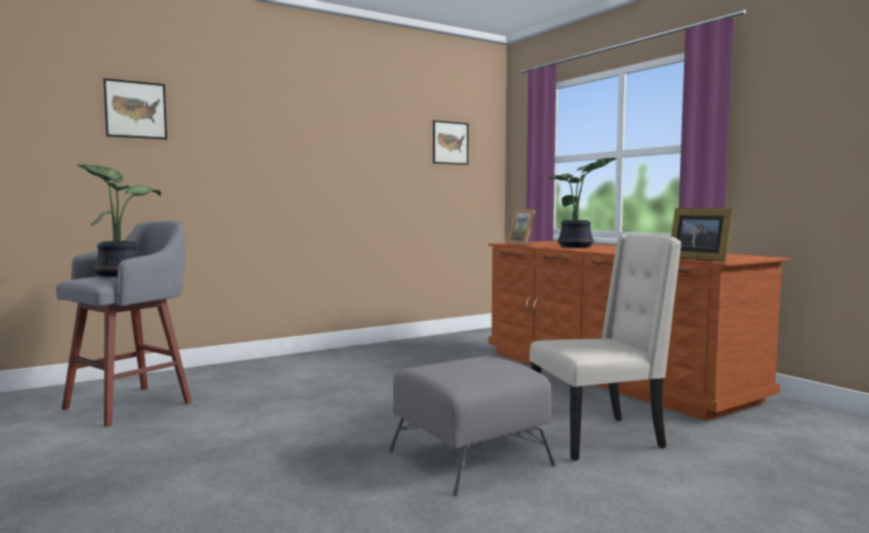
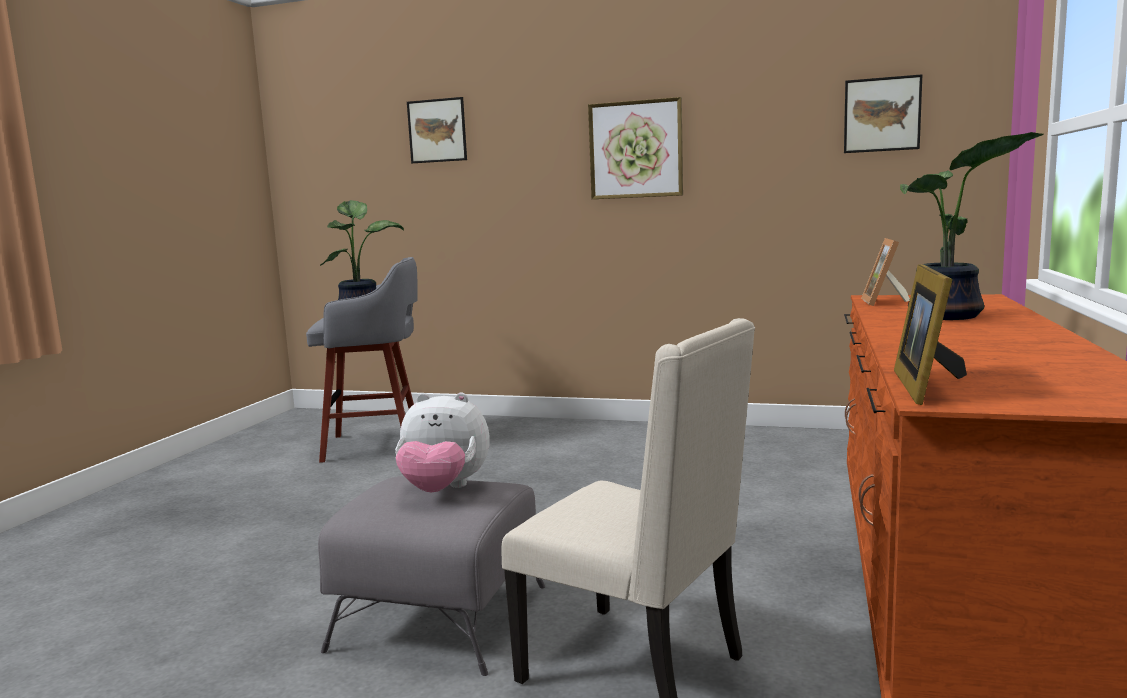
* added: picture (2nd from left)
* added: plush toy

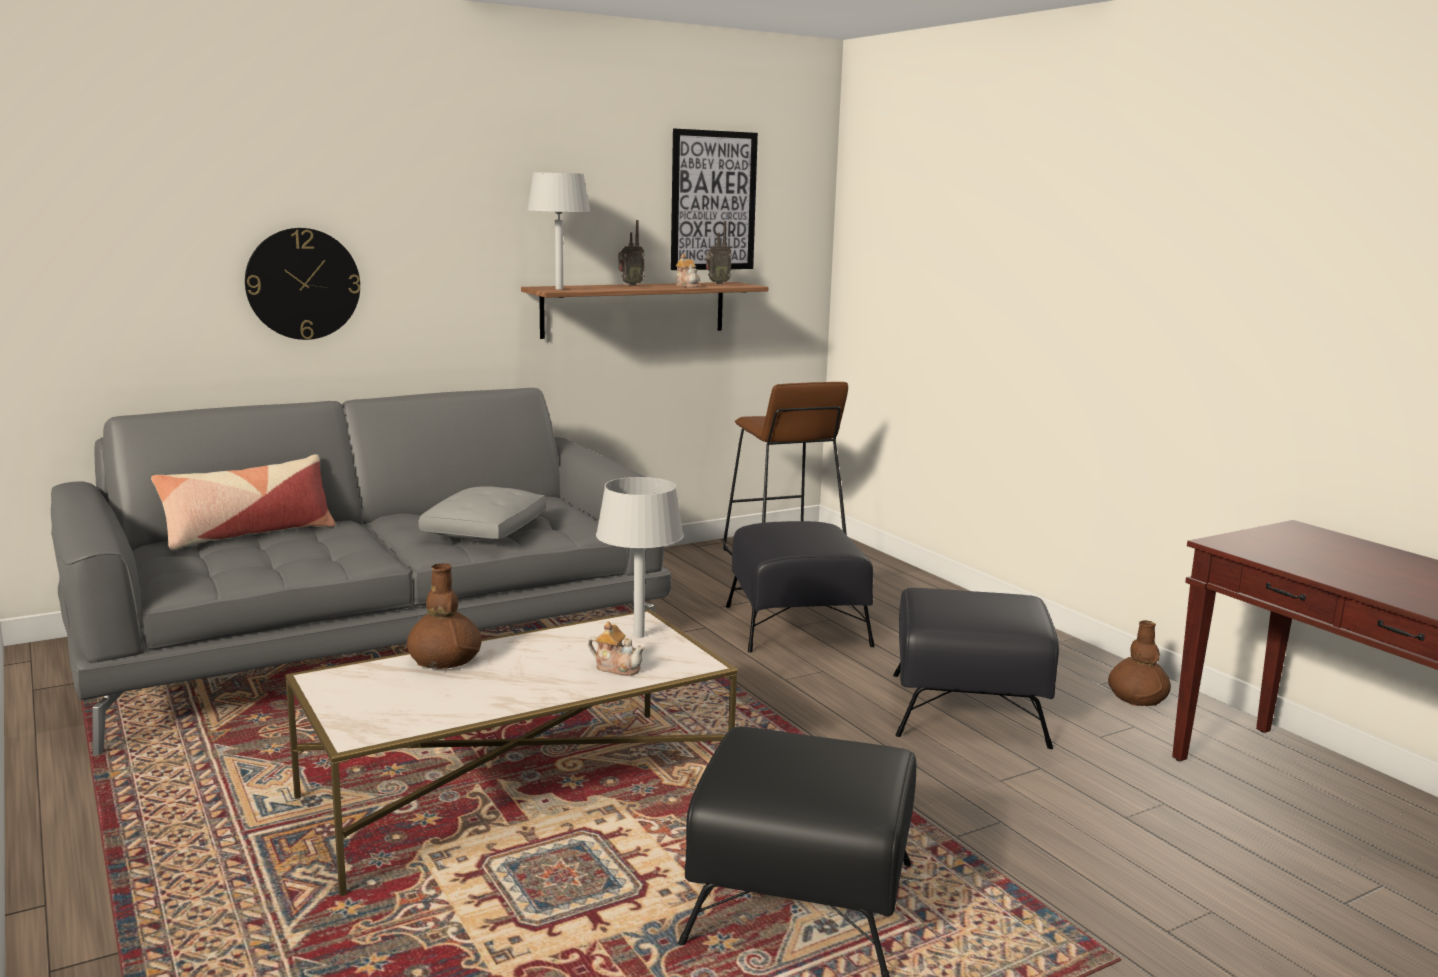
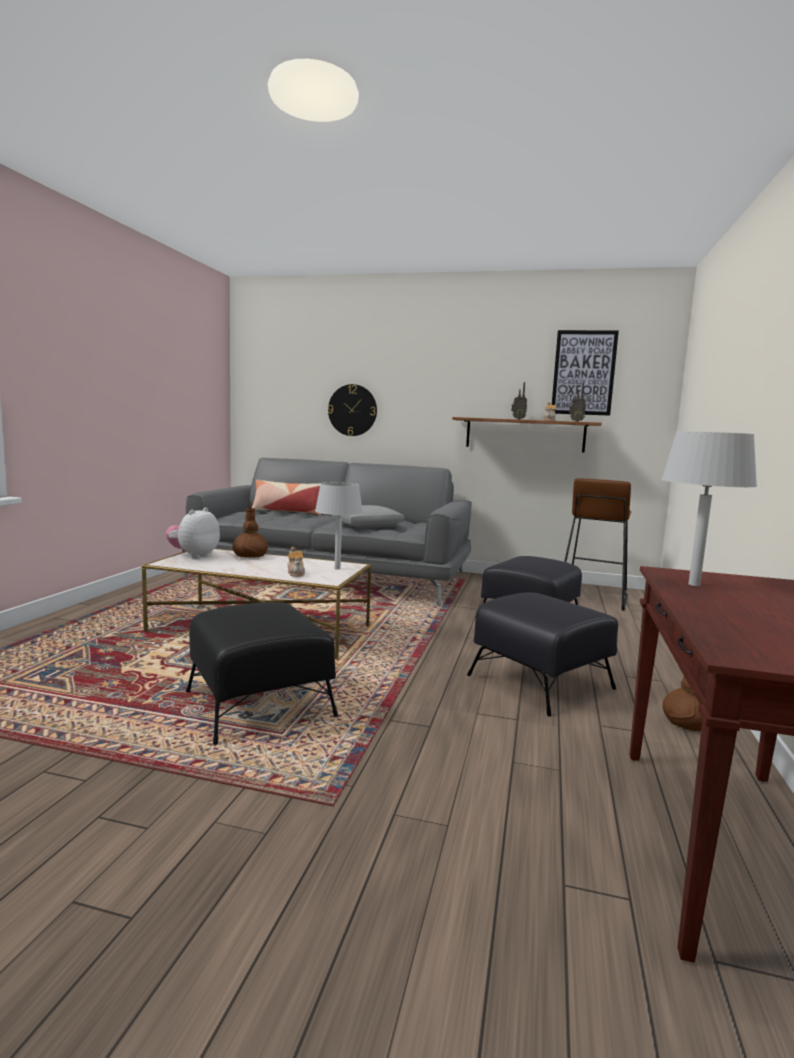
* moved: grey table lamp (1st from left in the first image) to grey table lamp (2nd from left)
* added: plush toy

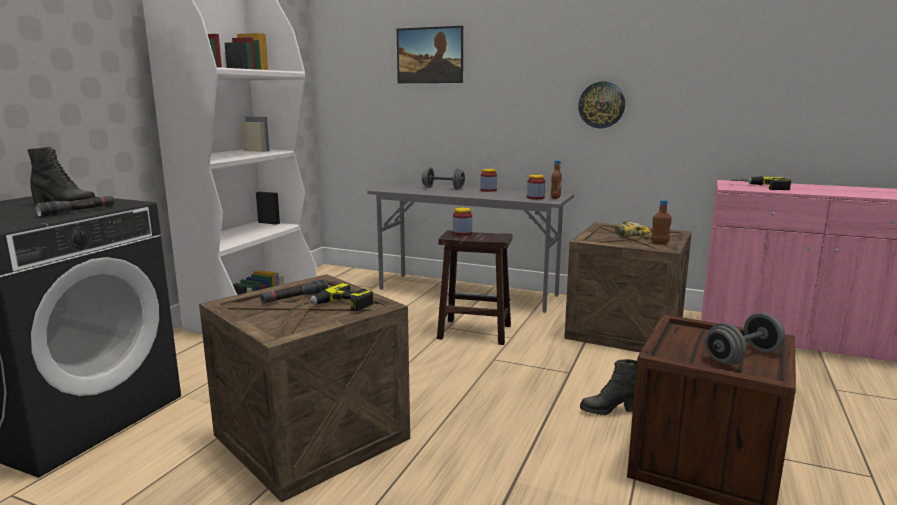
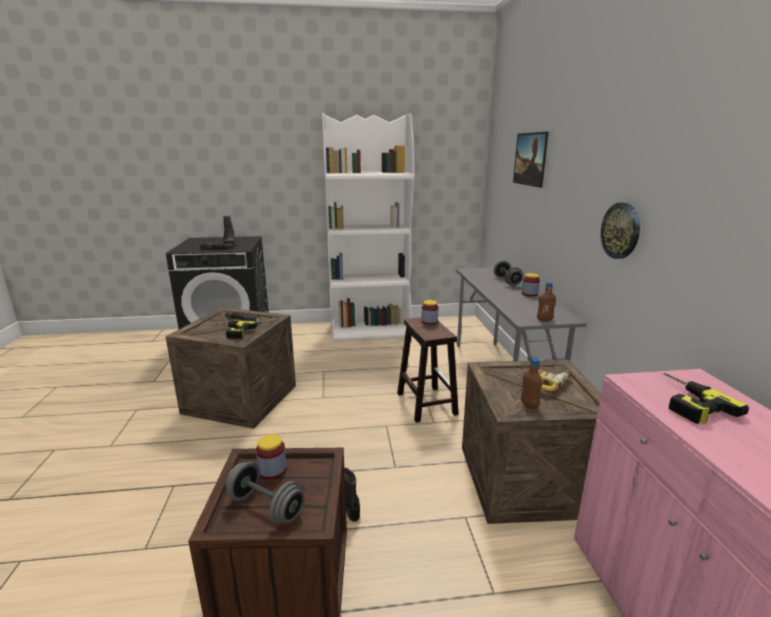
* moved: jar (3rd from left in the first image) to jar (1st from left)

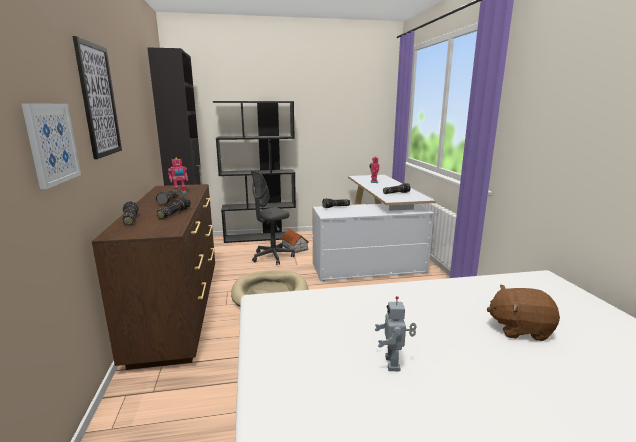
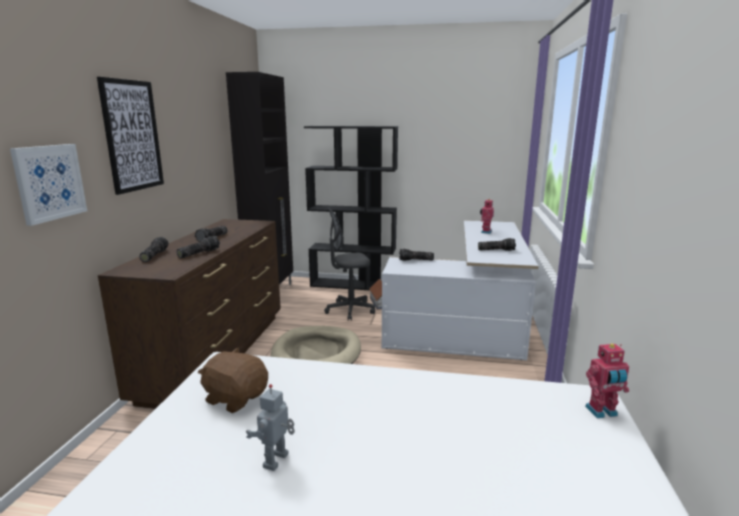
* moved: toy robot (1st from left in the first image) to toy robot (3rd from left)
* moved: brown plush toy

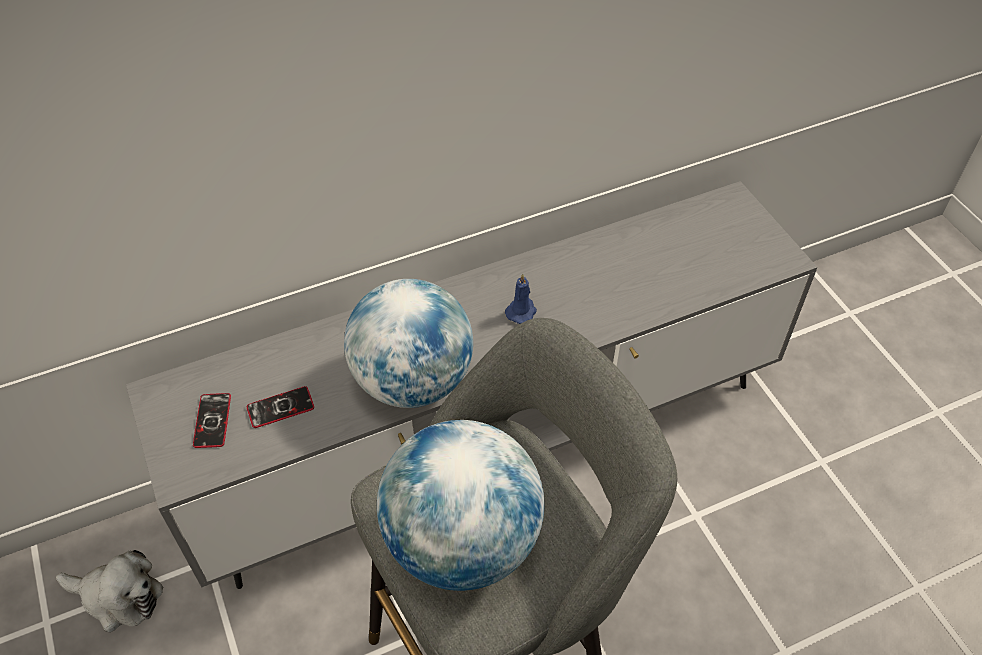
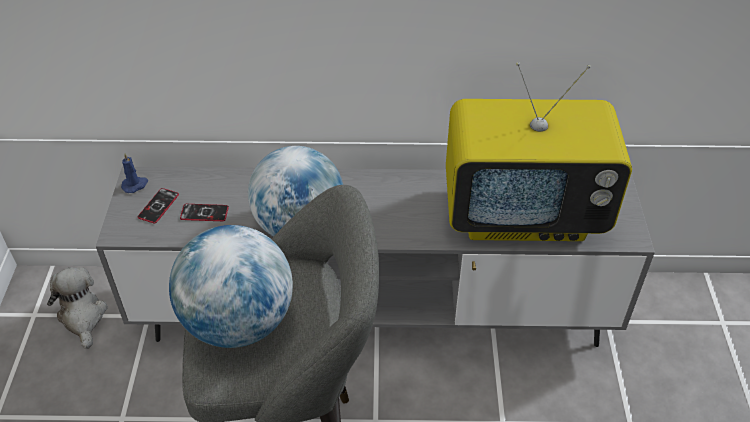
* moved: blue candle
* turned: plush toy 150 degrees counterclockwise
* added: television

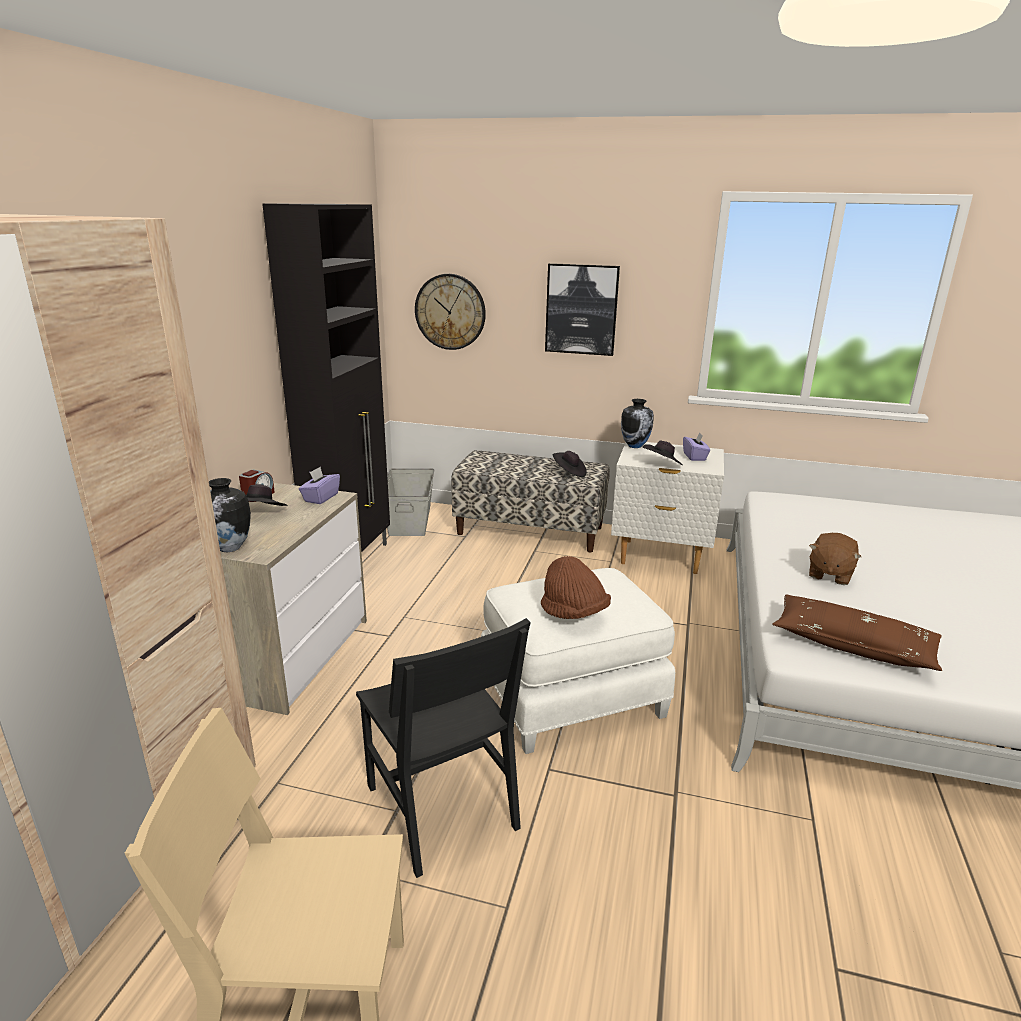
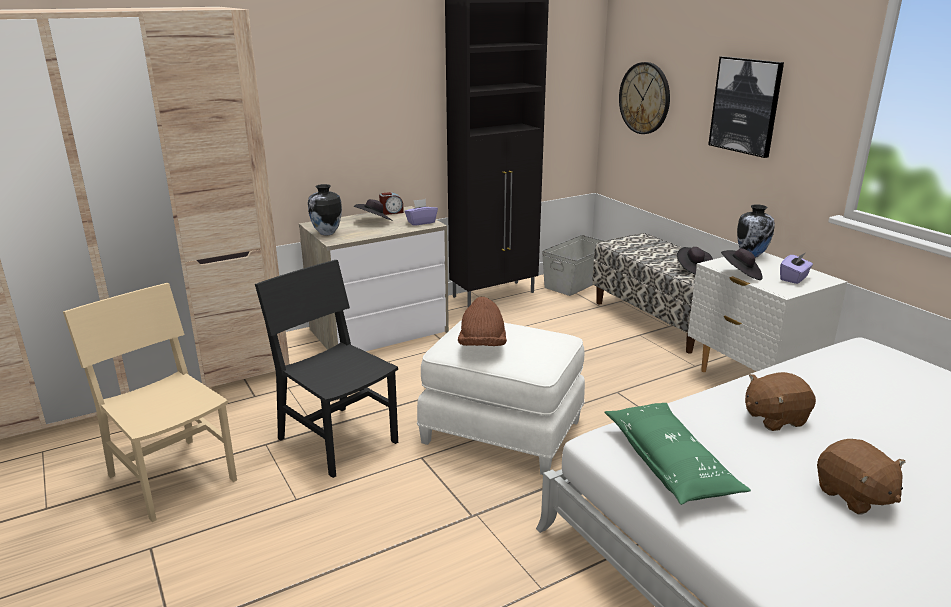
* recoloured: brown pillow to green pillow
* turned: black chair 120 degrees clockwise
* added: brown plush toy (2nd from left)

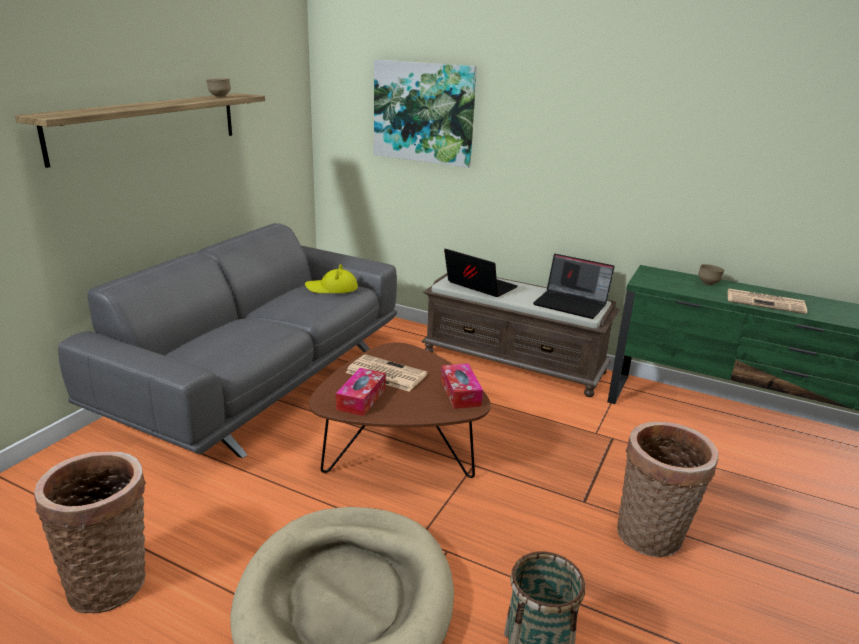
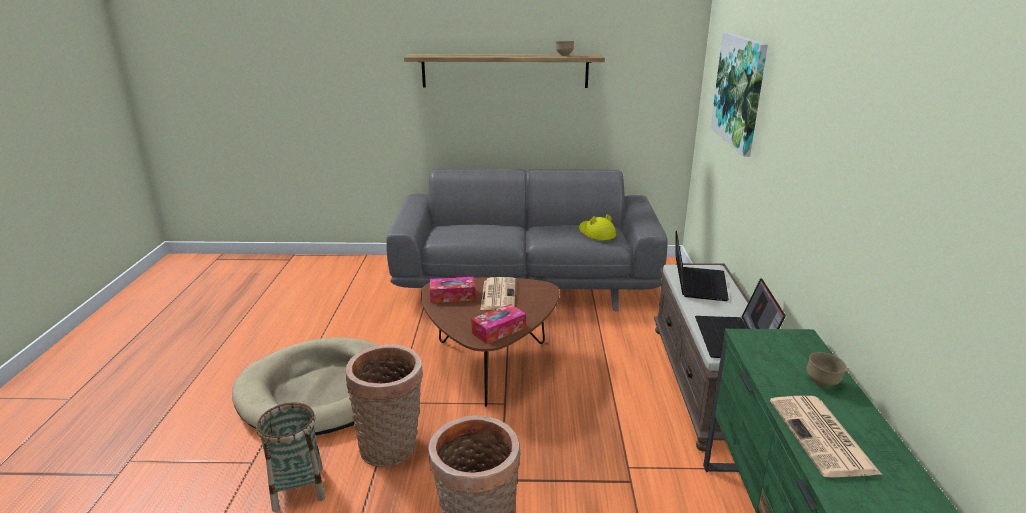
* moved: basket (1st from left in the first image) to basket (2nd from left)

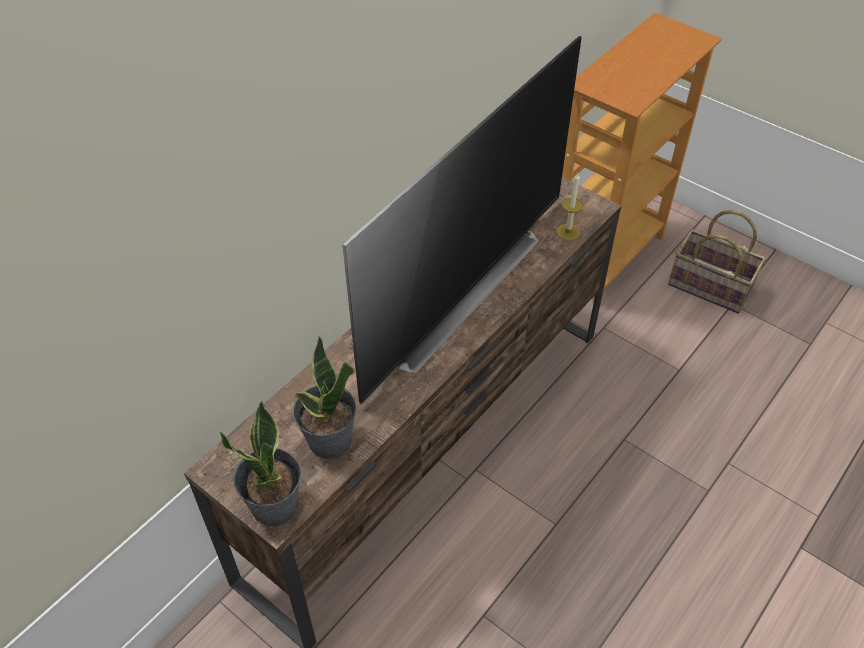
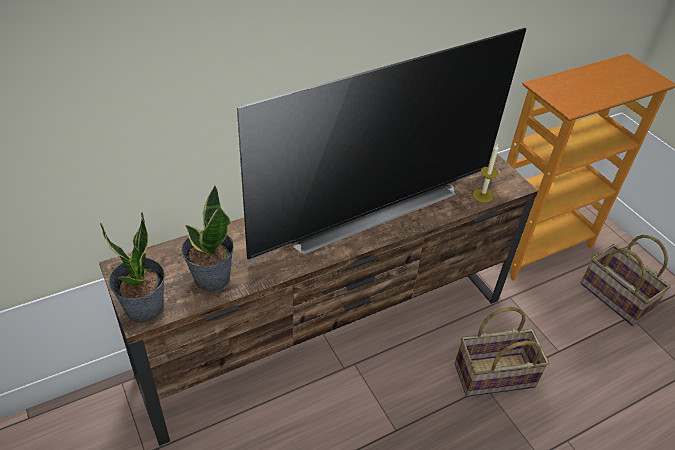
* added: basket (1st from left)

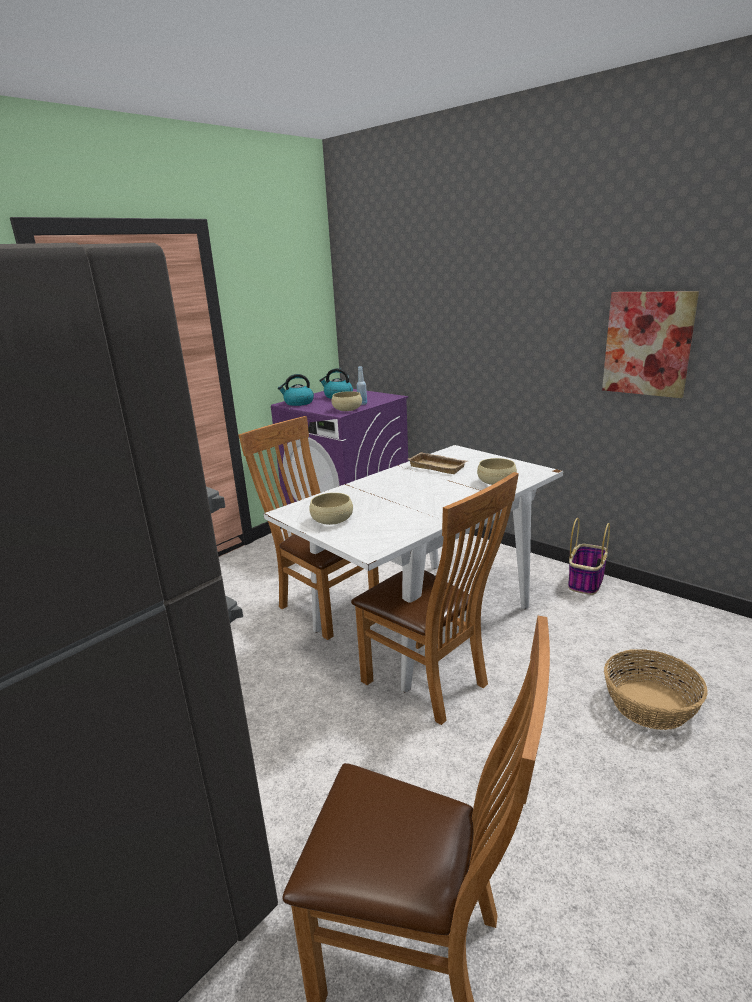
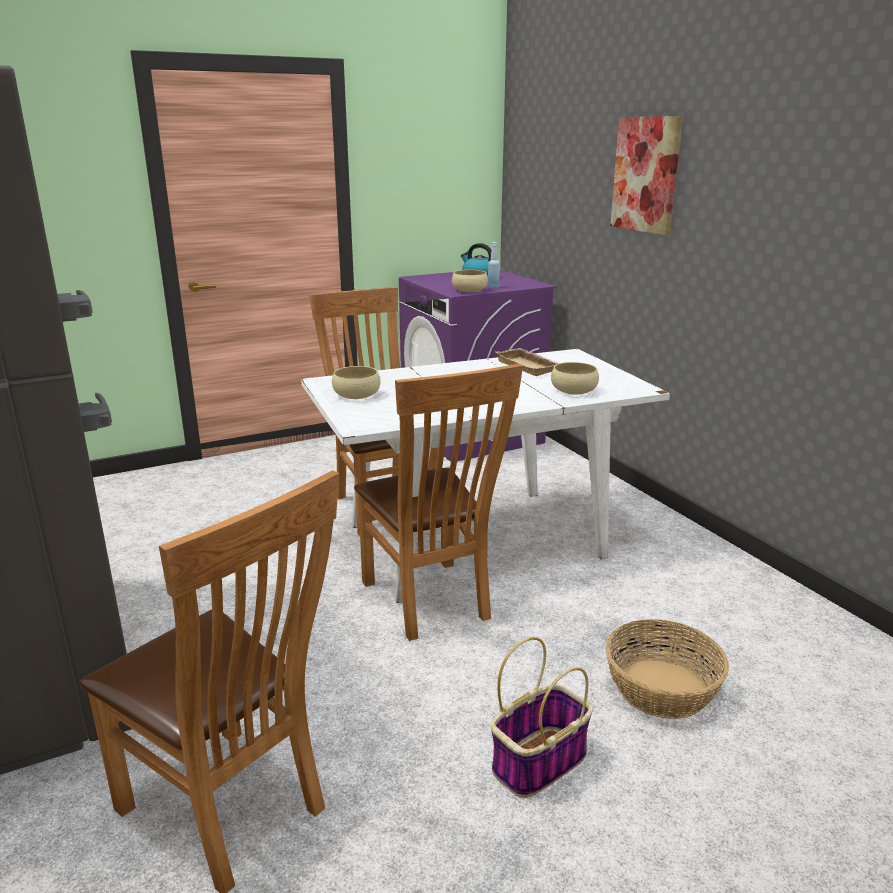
* moved: picture
* removed: kettle (1st from left)
* moved: basket (1st from left)

